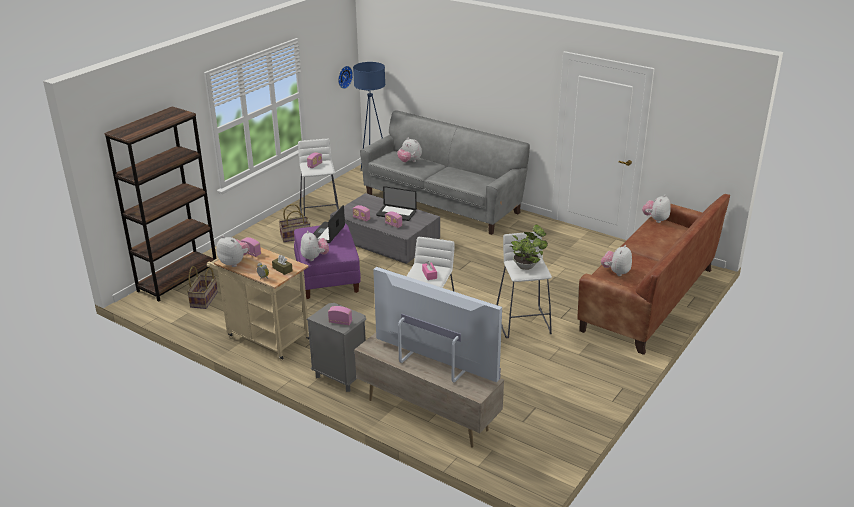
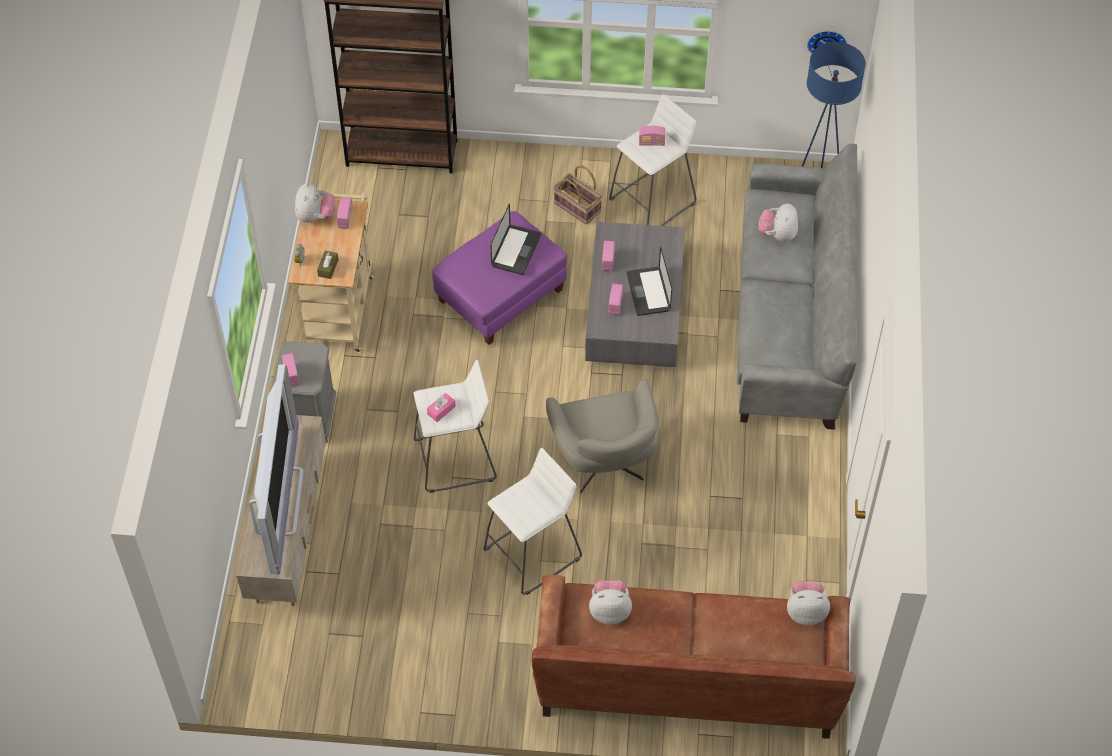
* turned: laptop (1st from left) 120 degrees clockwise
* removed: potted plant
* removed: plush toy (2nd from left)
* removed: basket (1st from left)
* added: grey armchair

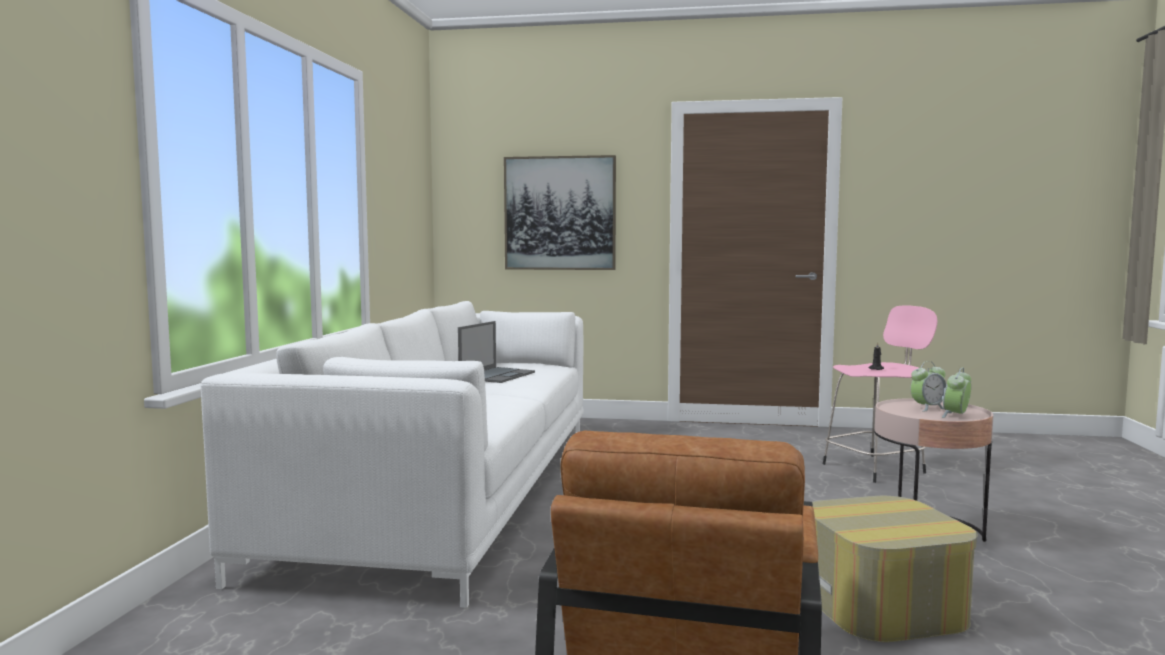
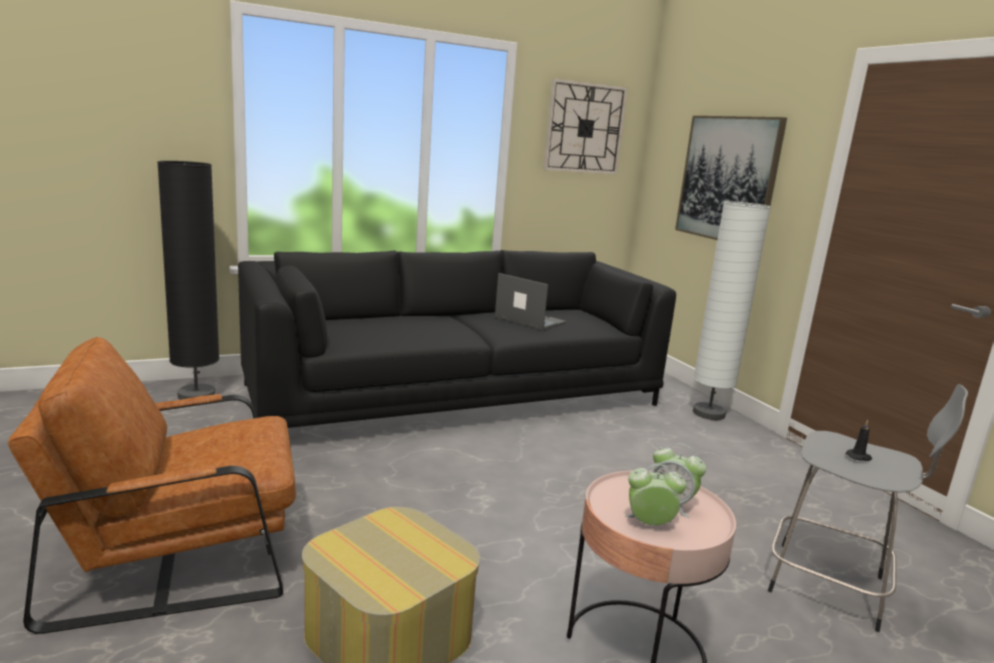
* recoloured: white sofa to black sofa
* recoloured: pink stool to grey stool
* turned: laptop 135 degrees counterclockwise
* added: wall clock
* added: black floor lamp
* added: white floor lamp

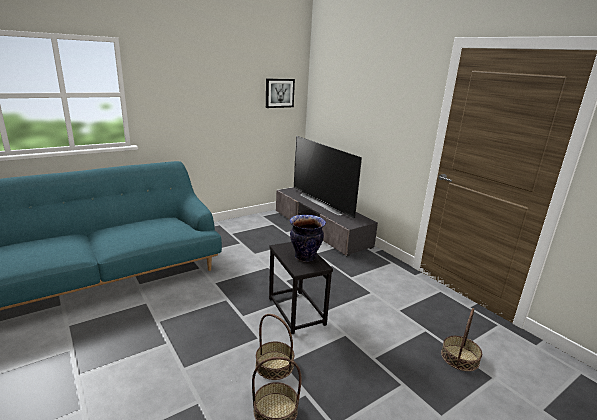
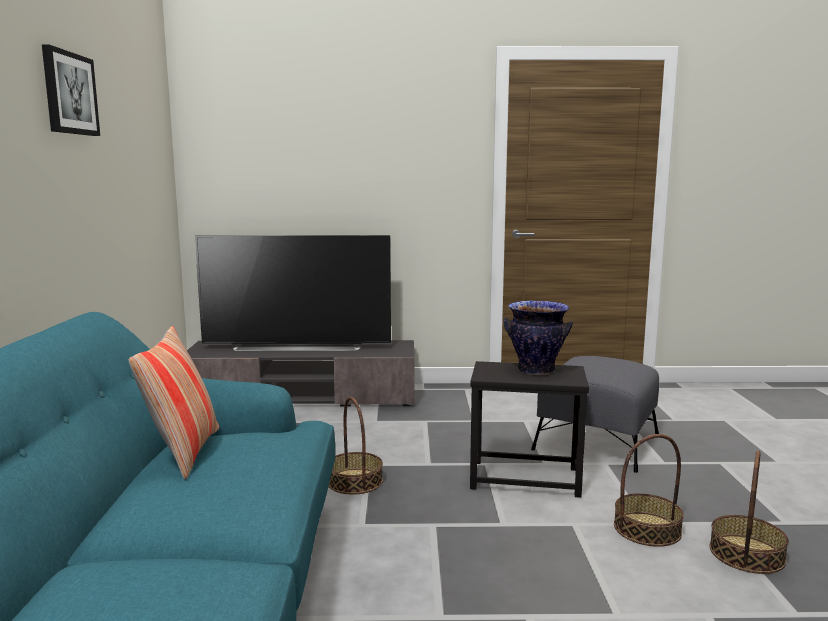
* moved: picture
* moved: basket (3rd from left in the first image) to basket (1st from left)
* added: pillow
* added: grey ottoman

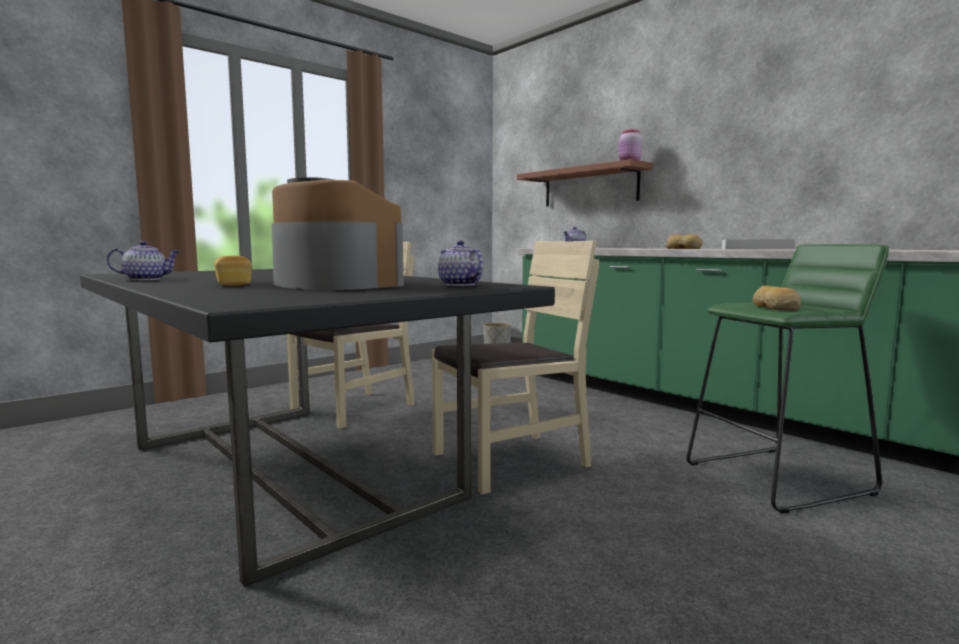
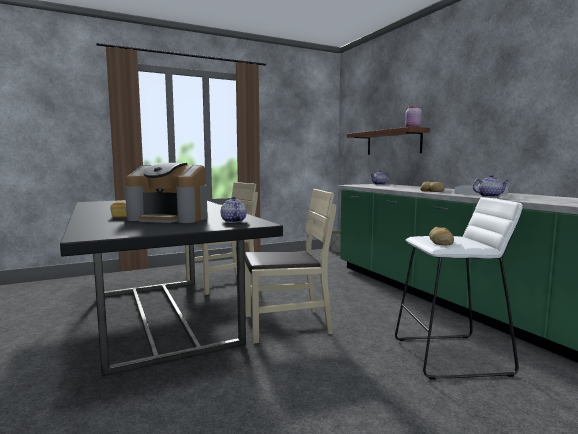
* turned: coffee machine 135 degrees clockwise
* moved: teapot (1st from left in the first image) to teapot (3rd from left)
* recoloured: green stool to white stool

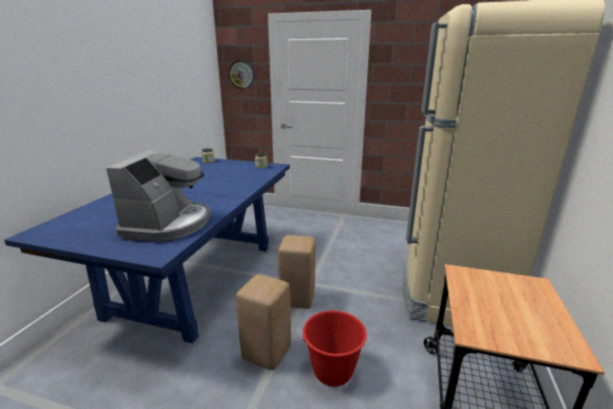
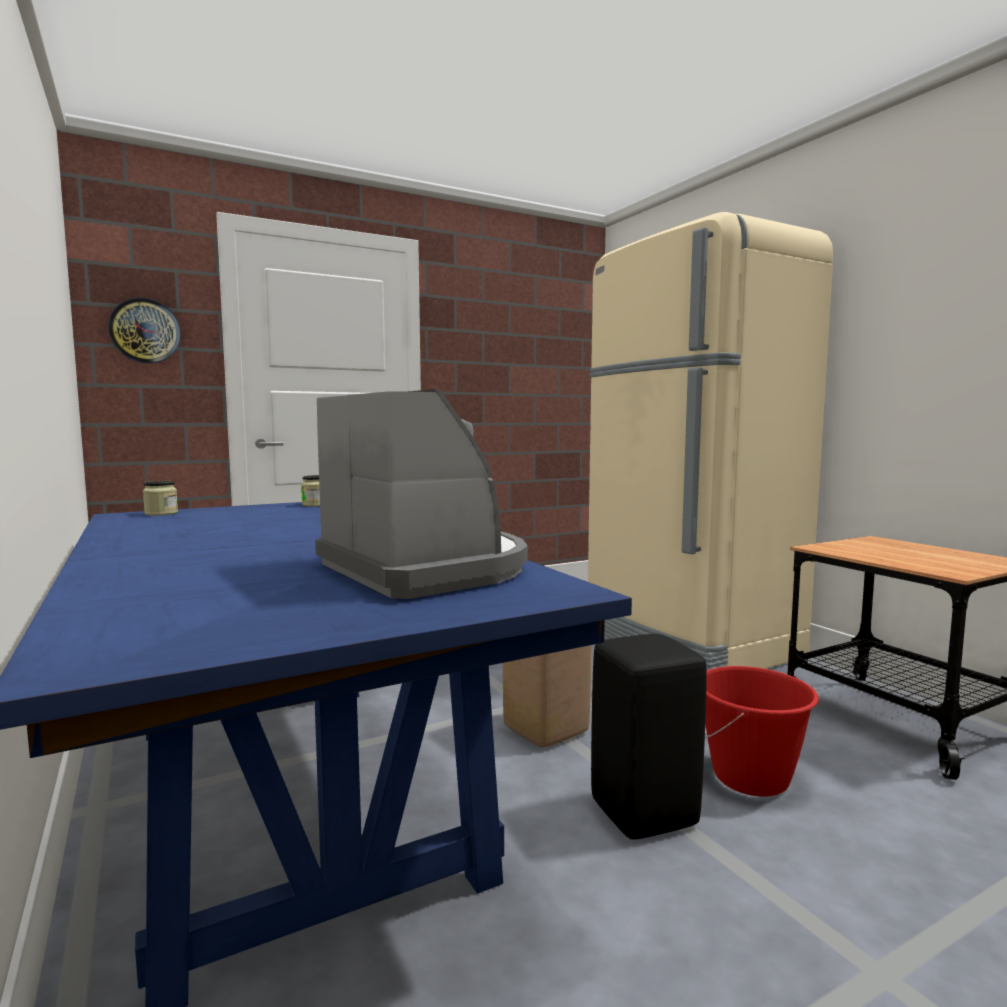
* recoloured: beige stool (1st from left) to black stool

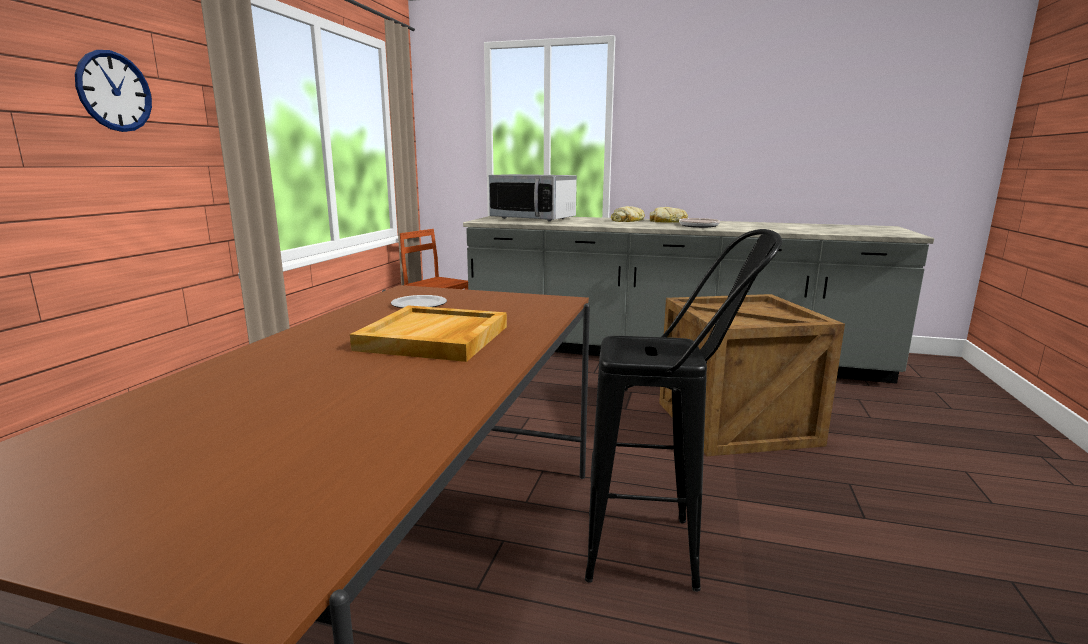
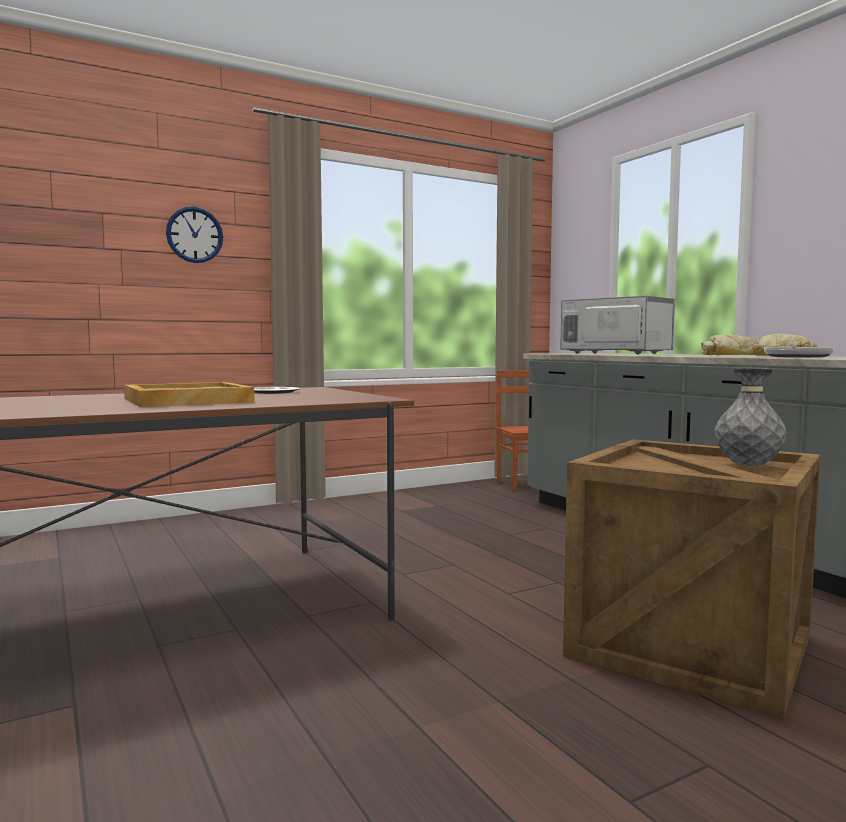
* turned: microwave 150 degrees clockwise
* removed: black stool
* added: grey vase

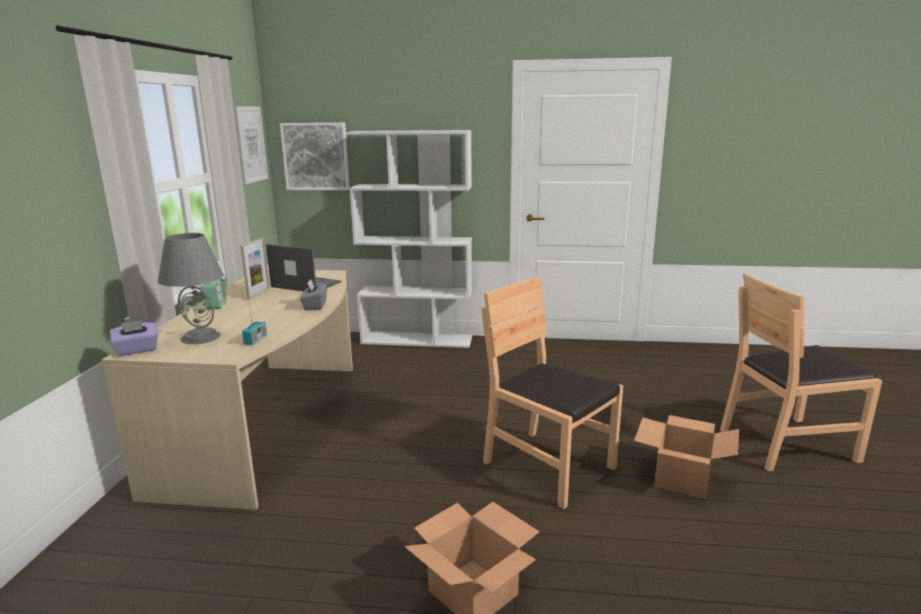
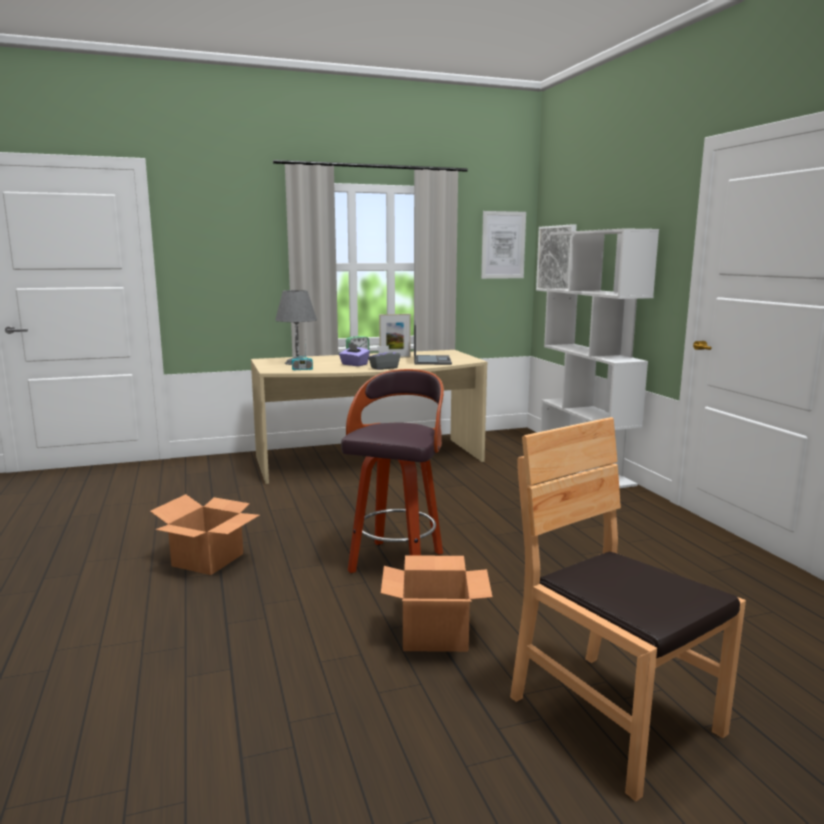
* replaced: brown chair (1st from left) to stool
* moved: purple tissue box

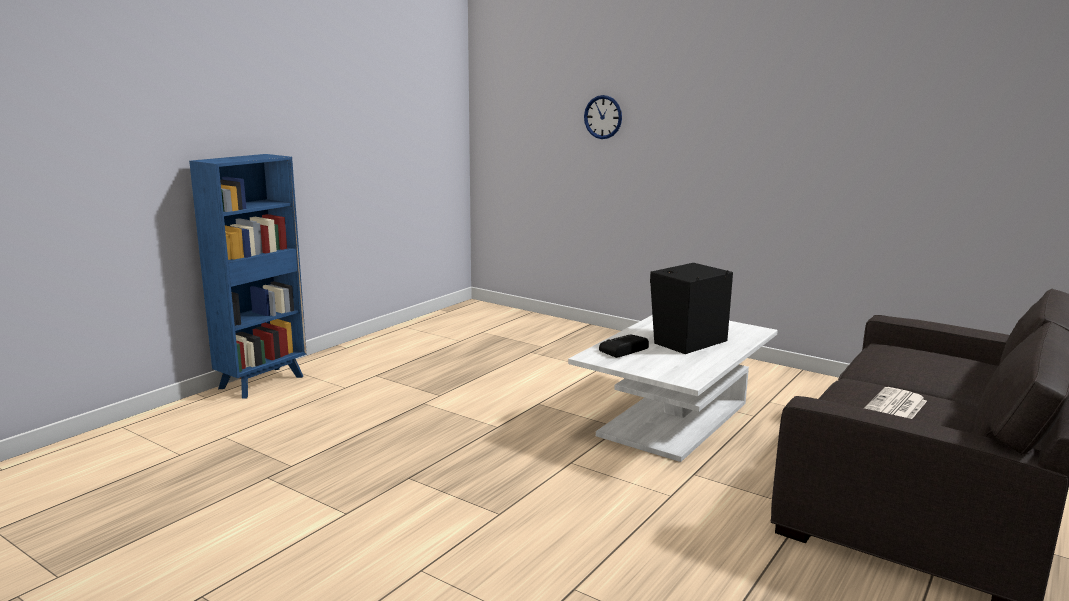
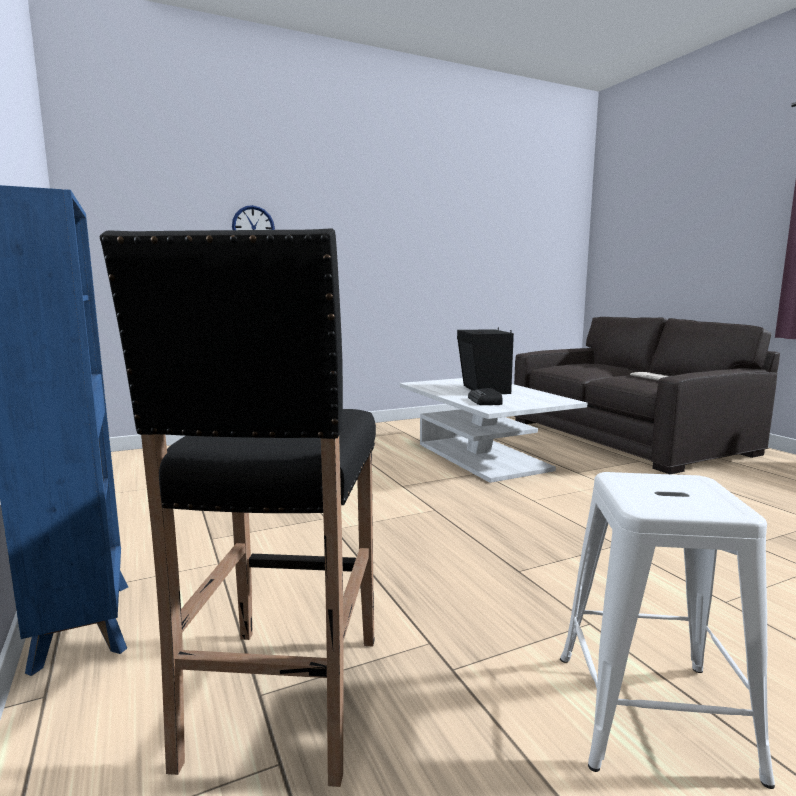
* added: black stool
* added: white stool

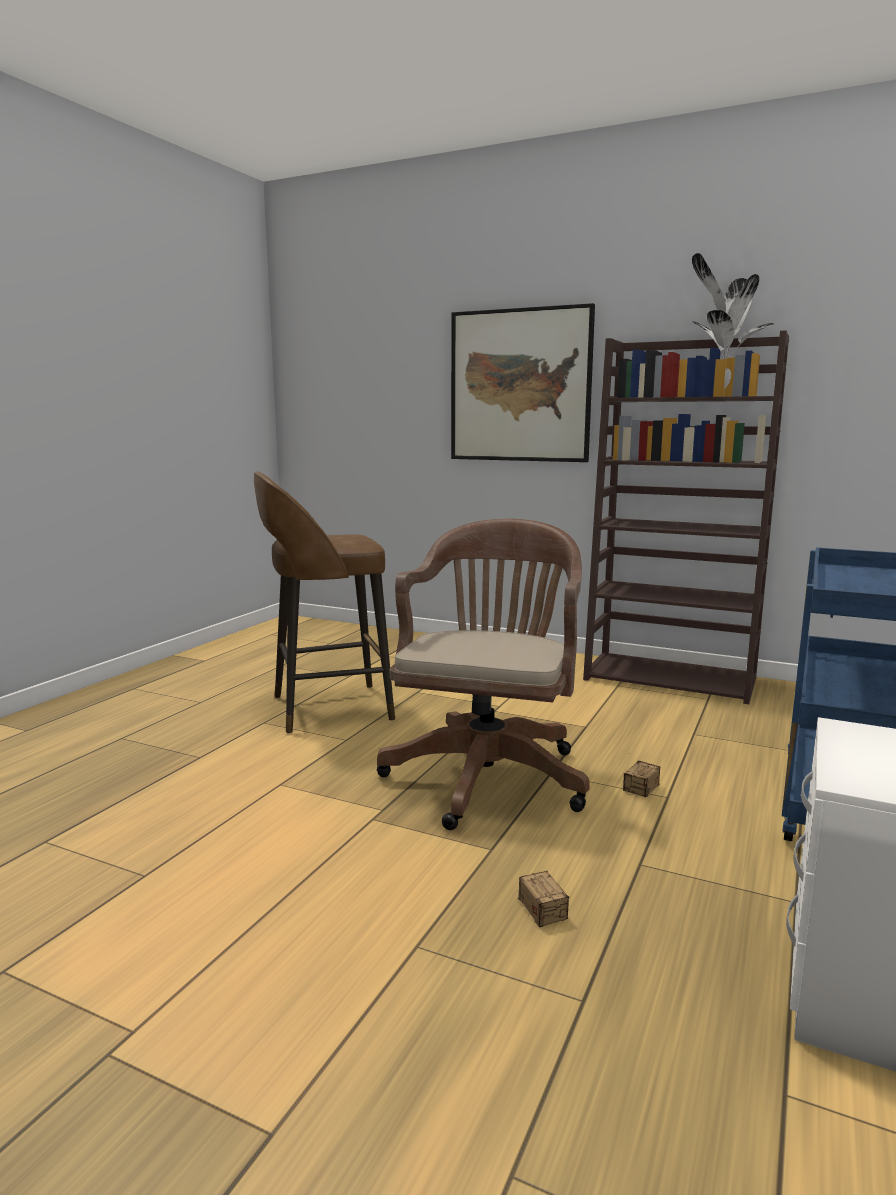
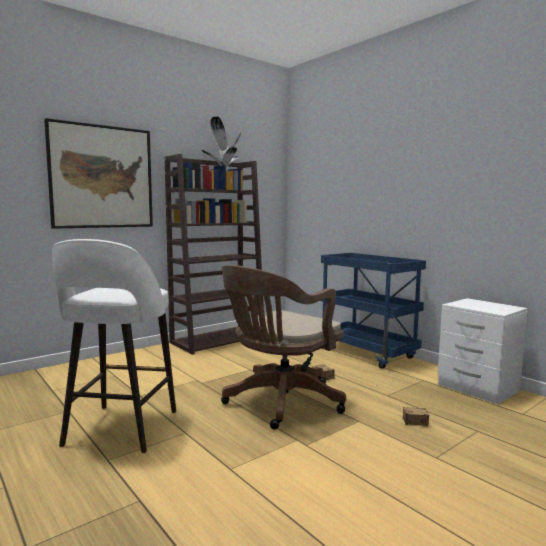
* recoloured: brown stool to white stool
* turned: brown office chair 90 degrees counterclockwise

